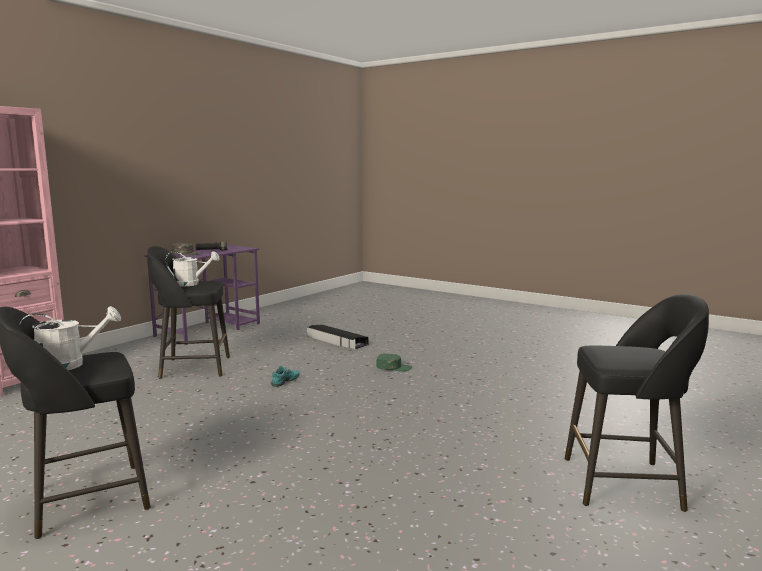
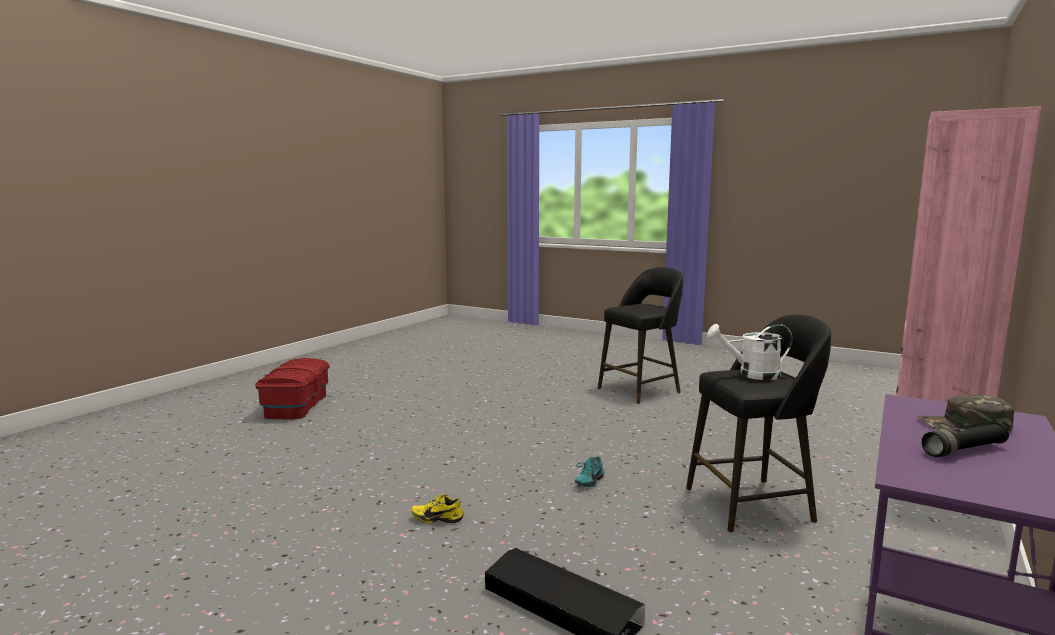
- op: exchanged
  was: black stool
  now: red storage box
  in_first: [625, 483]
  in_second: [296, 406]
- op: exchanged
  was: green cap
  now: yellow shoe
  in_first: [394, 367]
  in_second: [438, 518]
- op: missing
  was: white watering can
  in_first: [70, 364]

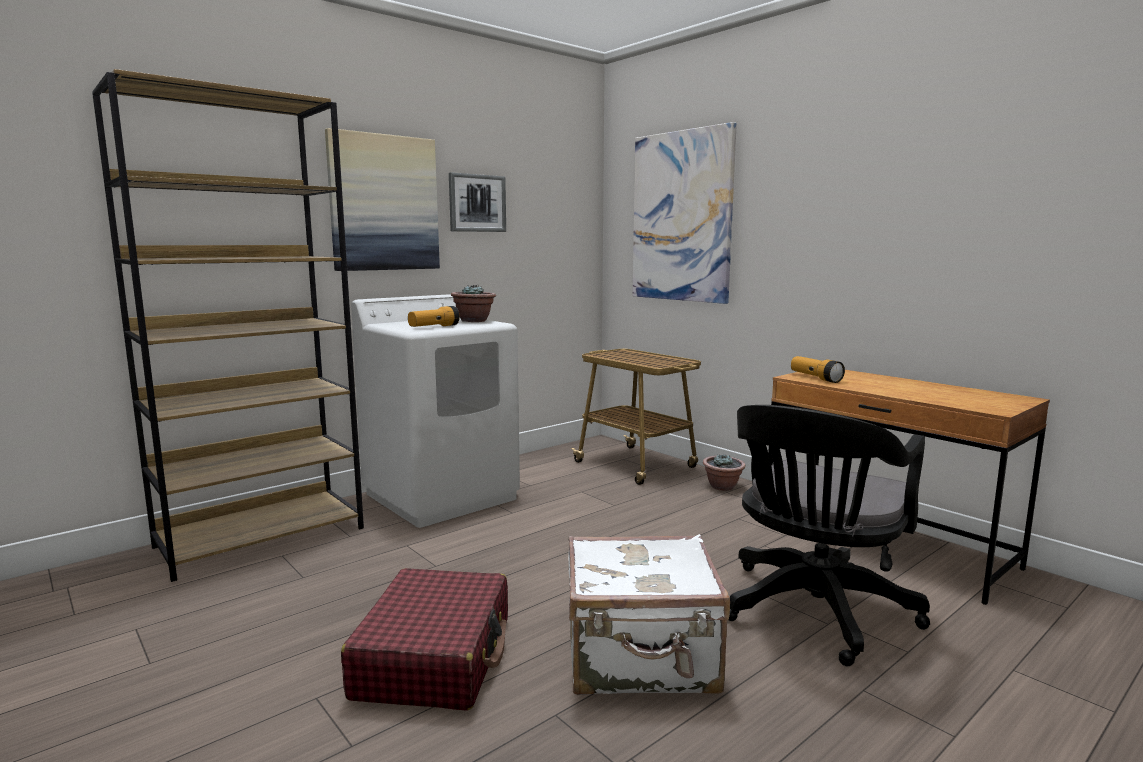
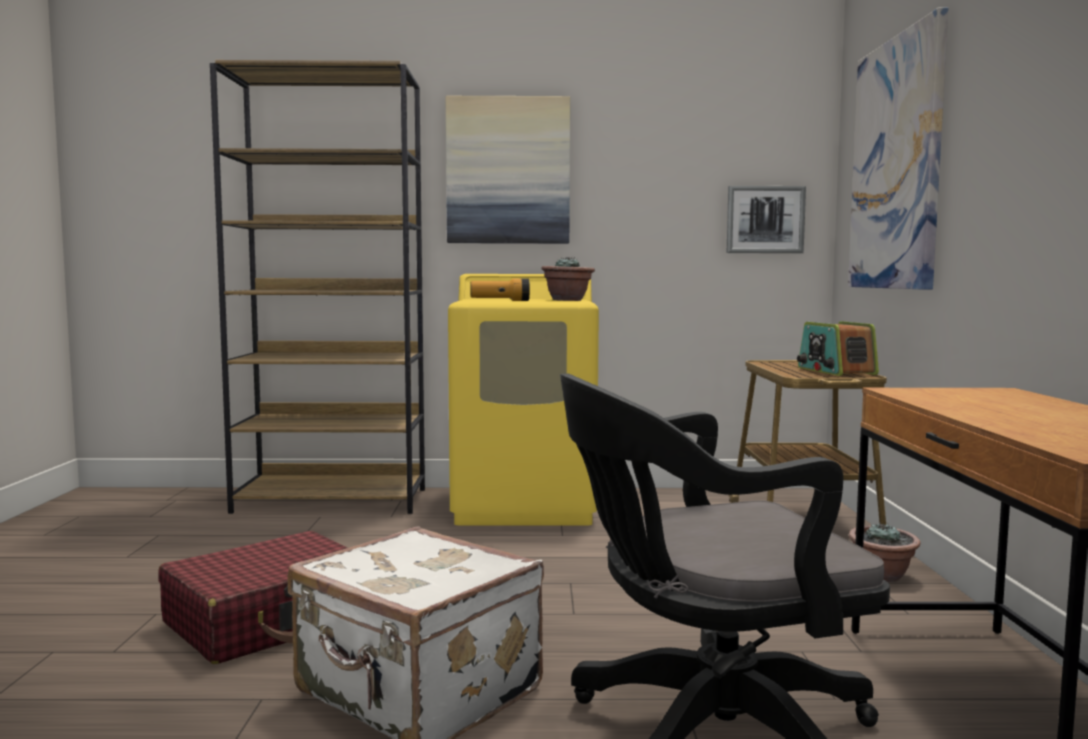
- op: colour
  was: white washing machine
  now: yellow washing machine
  in_first: [442, 496]
  in_second: [525, 505]
- op: relocated
  was: picture
  in_first: [477, 203]
  in_second: [765, 219]
- op: appeared
  now: radio
  in_second: [835, 371]
- op: missing
  was: flashlight
  in_first: [815, 378]

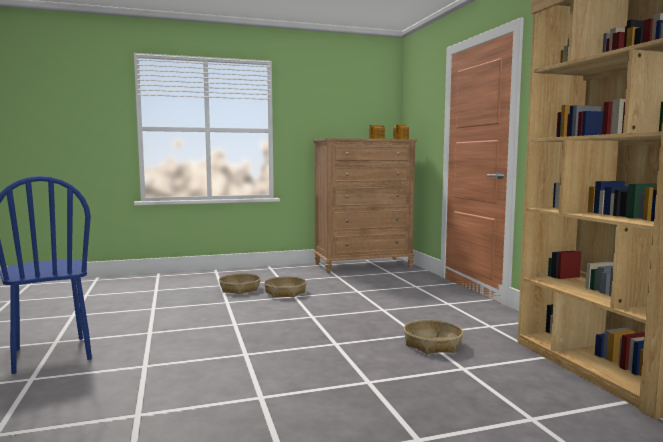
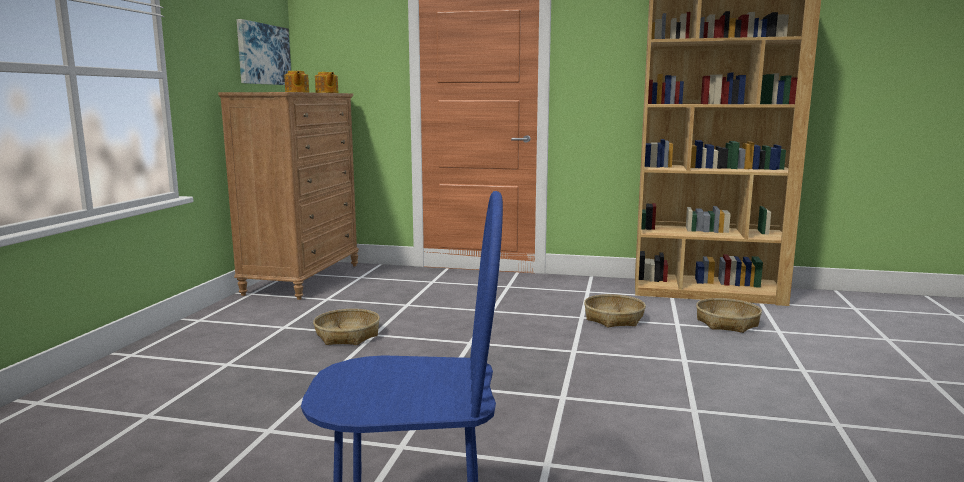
- op: appeared
  now: picture
  in_second: [263, 54]
- op: relocated
  was: basket
  in_first: [240, 289]
  in_second: [727, 323]

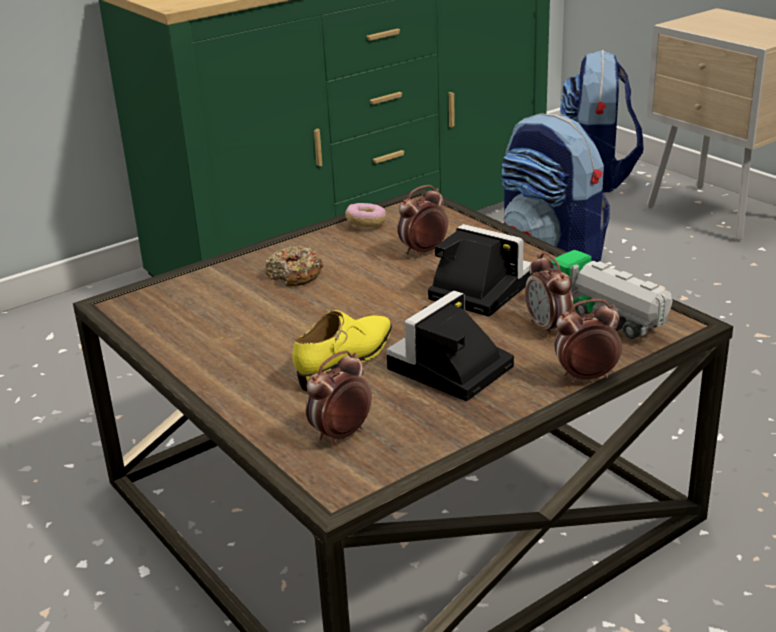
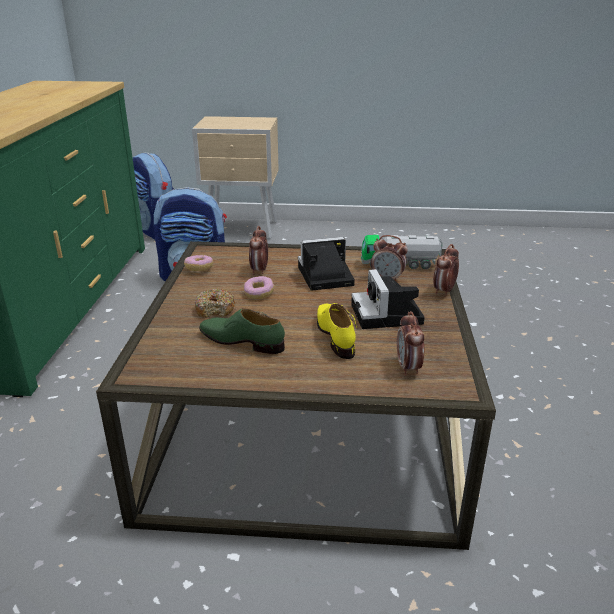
- op: appeared
  now: green shoe
  in_second: [242, 341]
- op: appeared
  now: donut
  in_second: [259, 294]

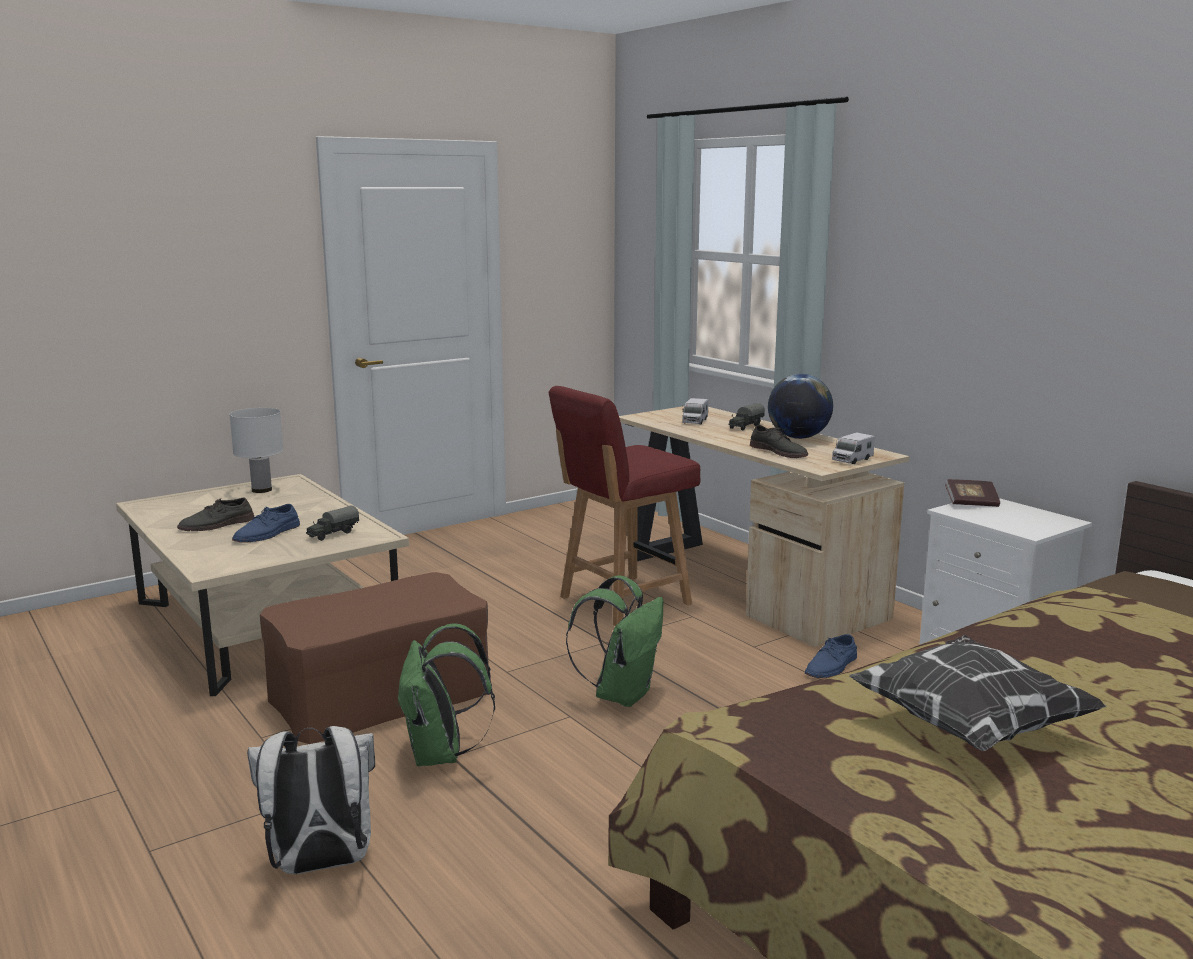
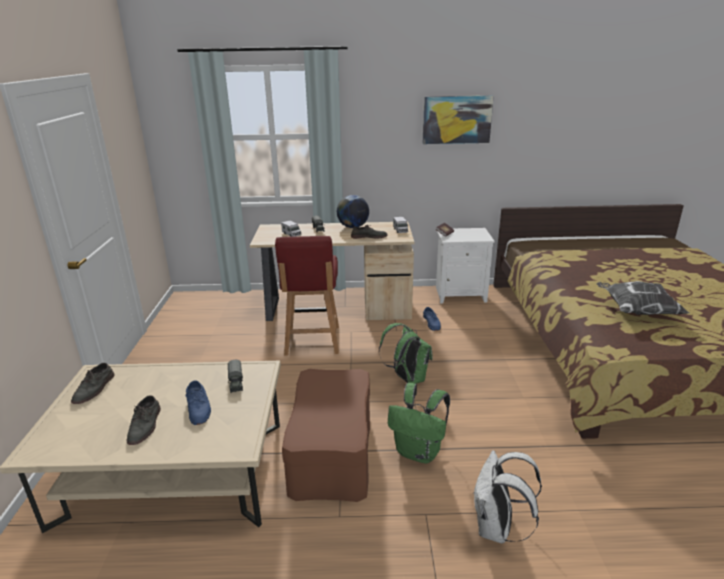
- op: exchanged
  was: white table lamp
  now: grey shoe
  in_first: [262, 490]
  in_second: [94, 389]
- op: appeared
  now: picture
  in_second: [456, 119]

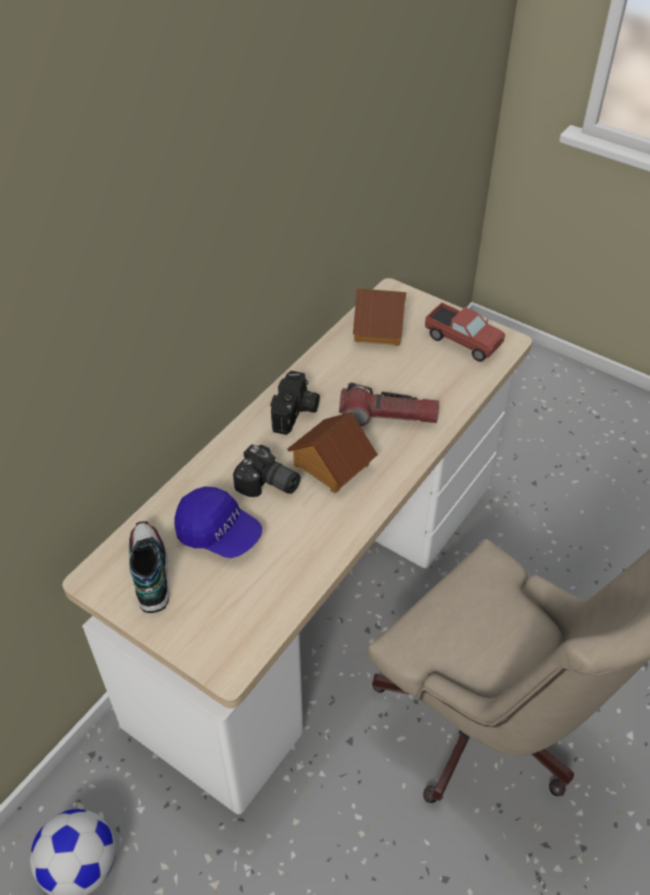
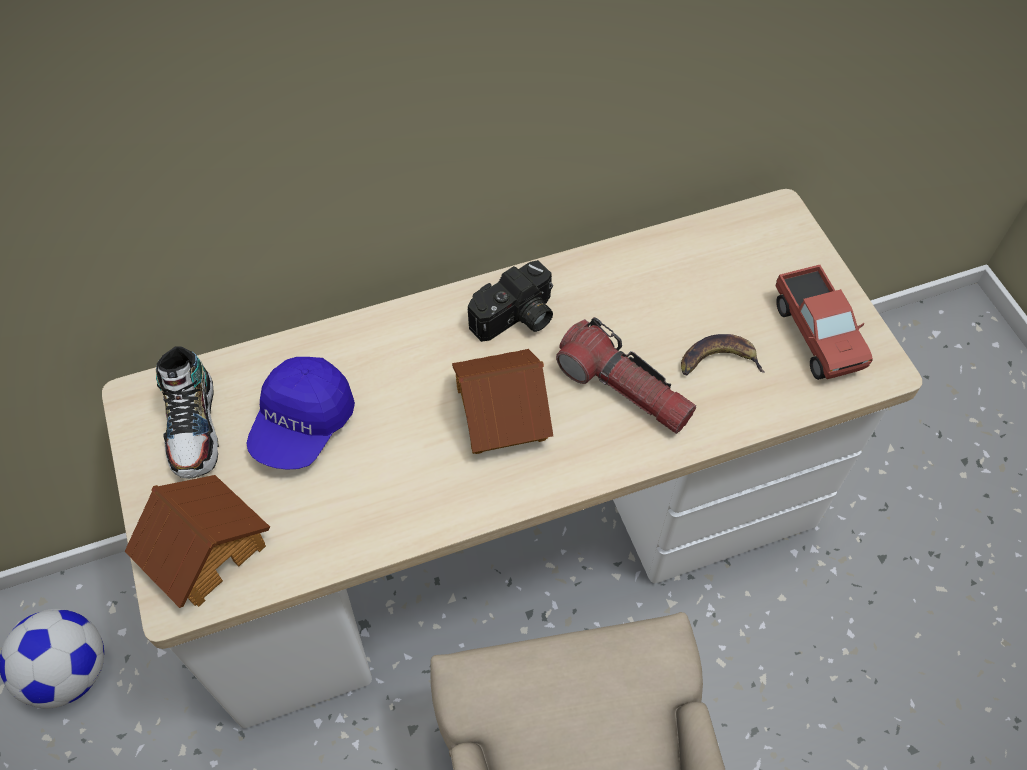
- op: relocated
  was: toy house
  in_first: [378, 327]
  in_second: [205, 548]
- op: spun
  was: shoe
  in_first: [149, 573]
  in_second: [195, 427]
  clockwise: 150
- op: spun
  was: blue cap
  in_first: [219, 533]
  in_second: [303, 424]
  clockwise: 45
- op: appeared
  now: banana
  in_second: [718, 361]
- op: missing
  was: photo camera
  in_first: [268, 485]

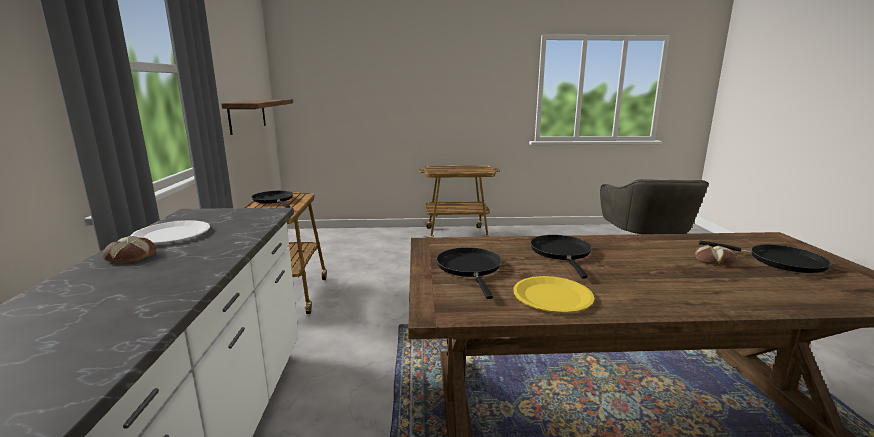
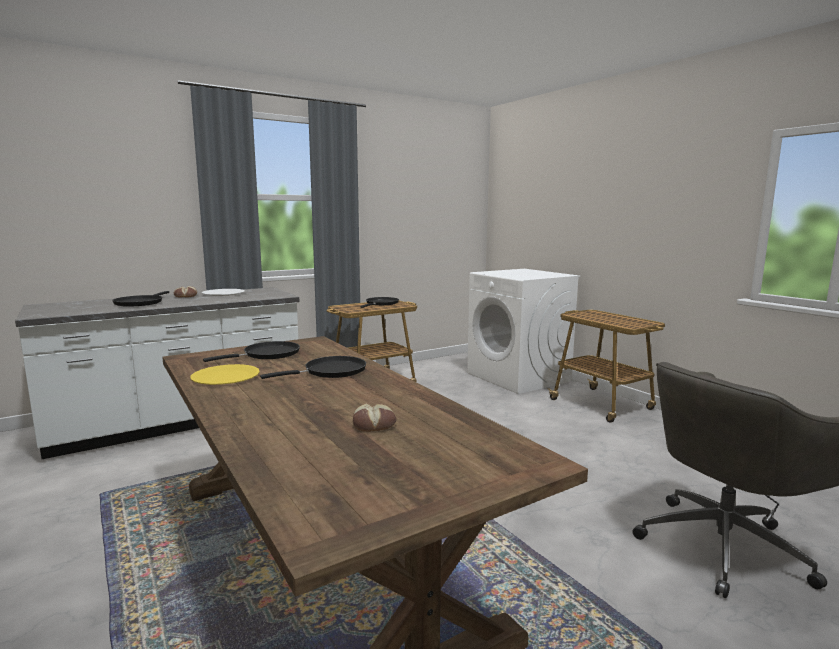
- op: relocated
  was: black frying pan
  in_first: [780, 261]
  in_second: [140, 303]
- op: appeared
  now: white washing machine
  in_second: [518, 377]
- op: missing
  was: shelf
  in_first: [247, 115]

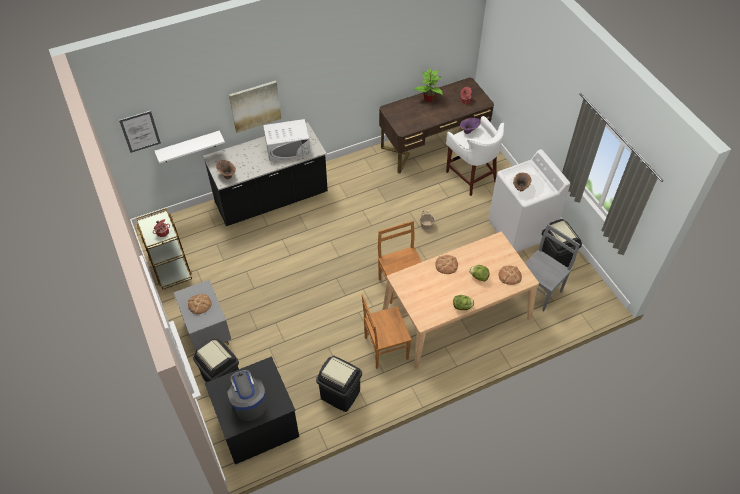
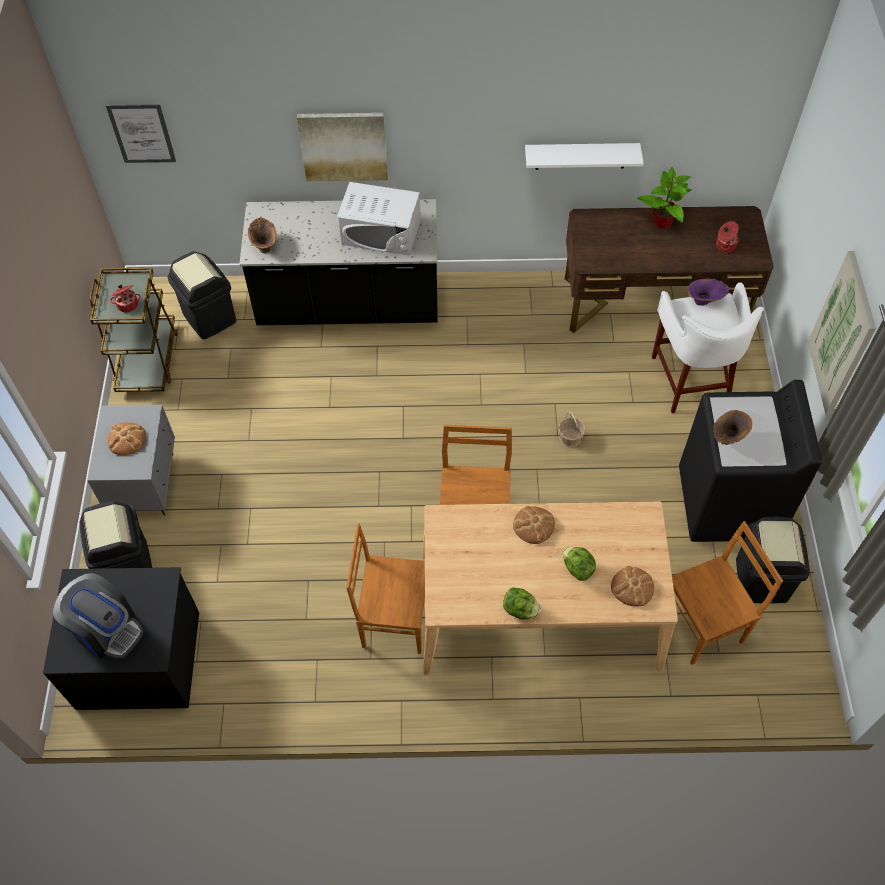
- op: spun
  was: coffee machine
  in_first: [248, 402]
  in_second: [106, 629]
  clockwise: 120
- op: relocated
  was: black trash can
  in_first: [340, 395]
  in_second: [209, 318]
- op: relocated
  was: white shelf
  in_first: [189, 147]
  in_second: [581, 156]
- op: colour
  was: grey chair
  now: brown chair
  in_first: [539, 290]
  in_second: [703, 624]
- op: colour
  was: white washing machine
  now: black washing machine
  in_first: [520, 229]
  in_second: [728, 504]
- op: appeared
  now: picture
  in_second: [842, 335]

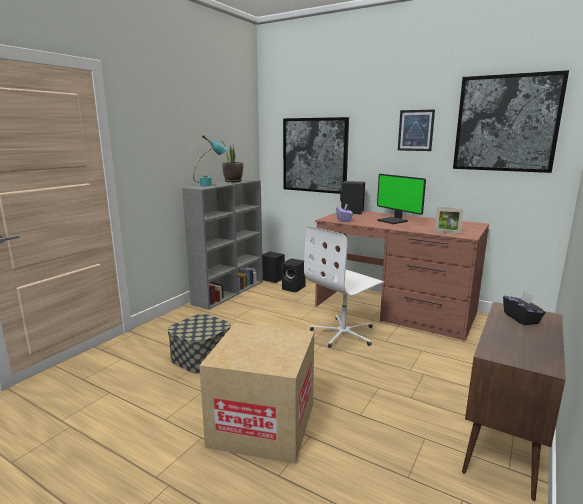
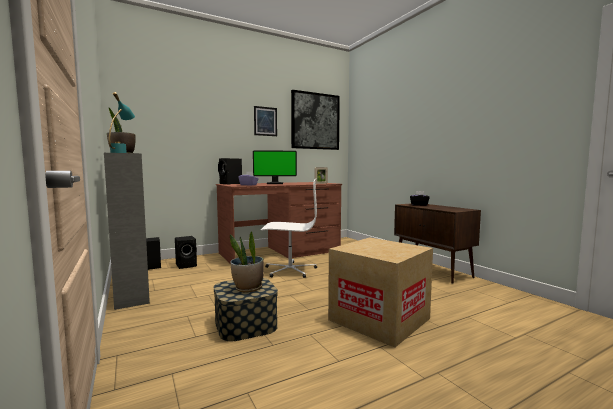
- op: appeared
  now: potted plant
  in_second: [248, 288]
- op: spun
  was: white office chair
  in_first: [344, 333]
  in_second: [290, 270]
  clockwise: -75
- op: missing
  was: picture
  in_first: [315, 155]

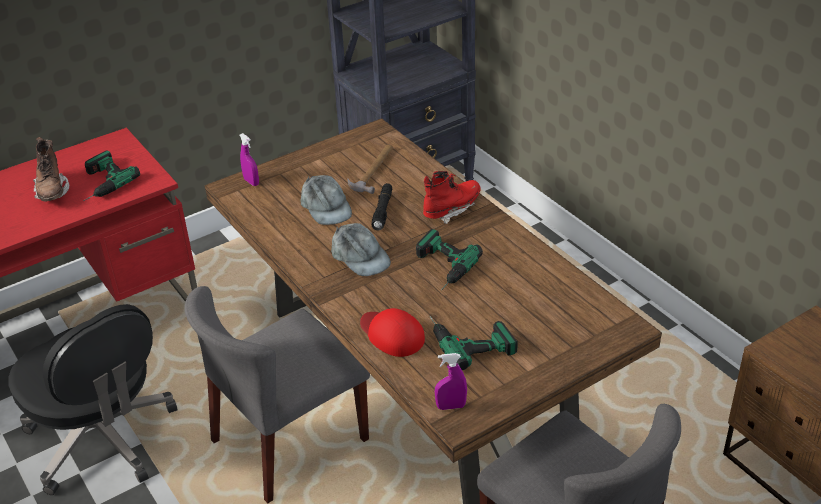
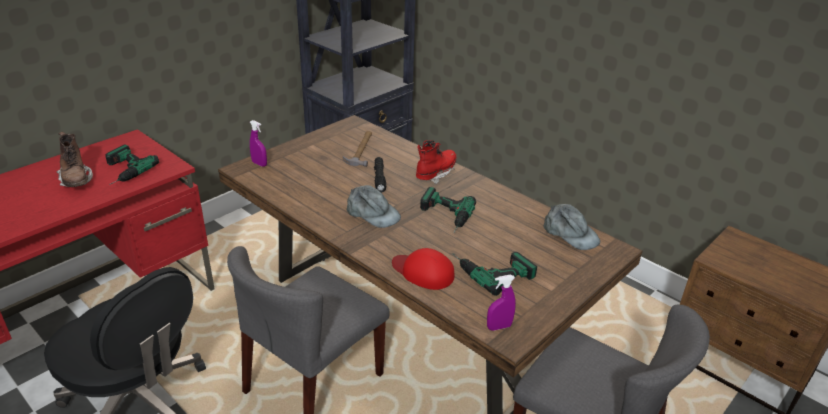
- op: relocated
  was: grey cap
  in_first: [326, 207]
  in_second: [570, 233]

